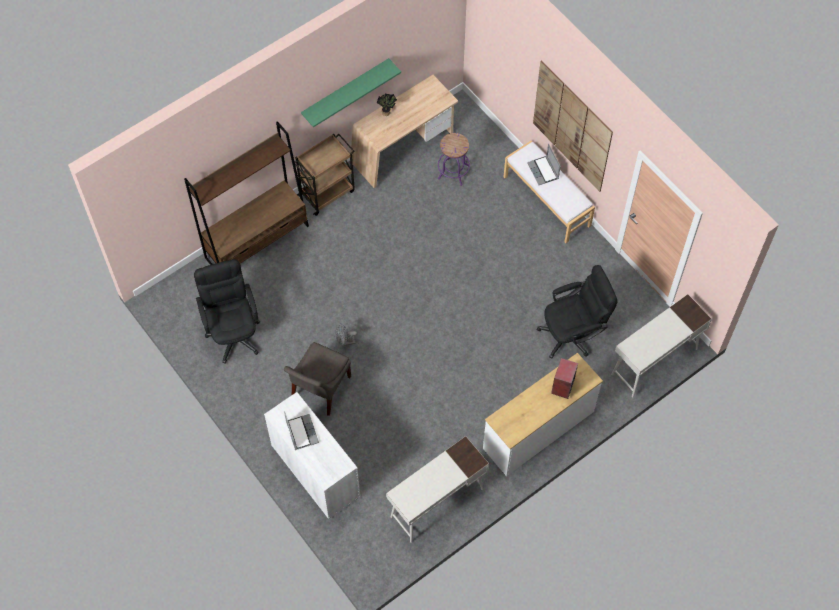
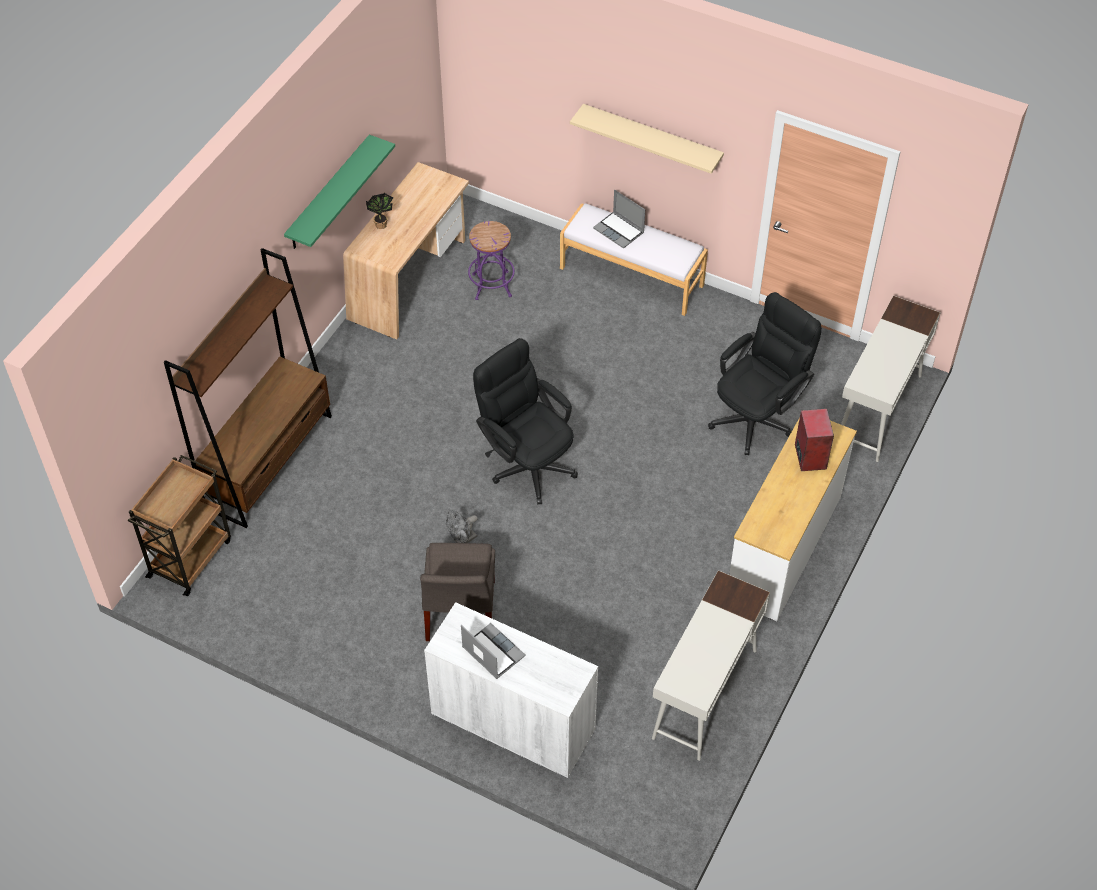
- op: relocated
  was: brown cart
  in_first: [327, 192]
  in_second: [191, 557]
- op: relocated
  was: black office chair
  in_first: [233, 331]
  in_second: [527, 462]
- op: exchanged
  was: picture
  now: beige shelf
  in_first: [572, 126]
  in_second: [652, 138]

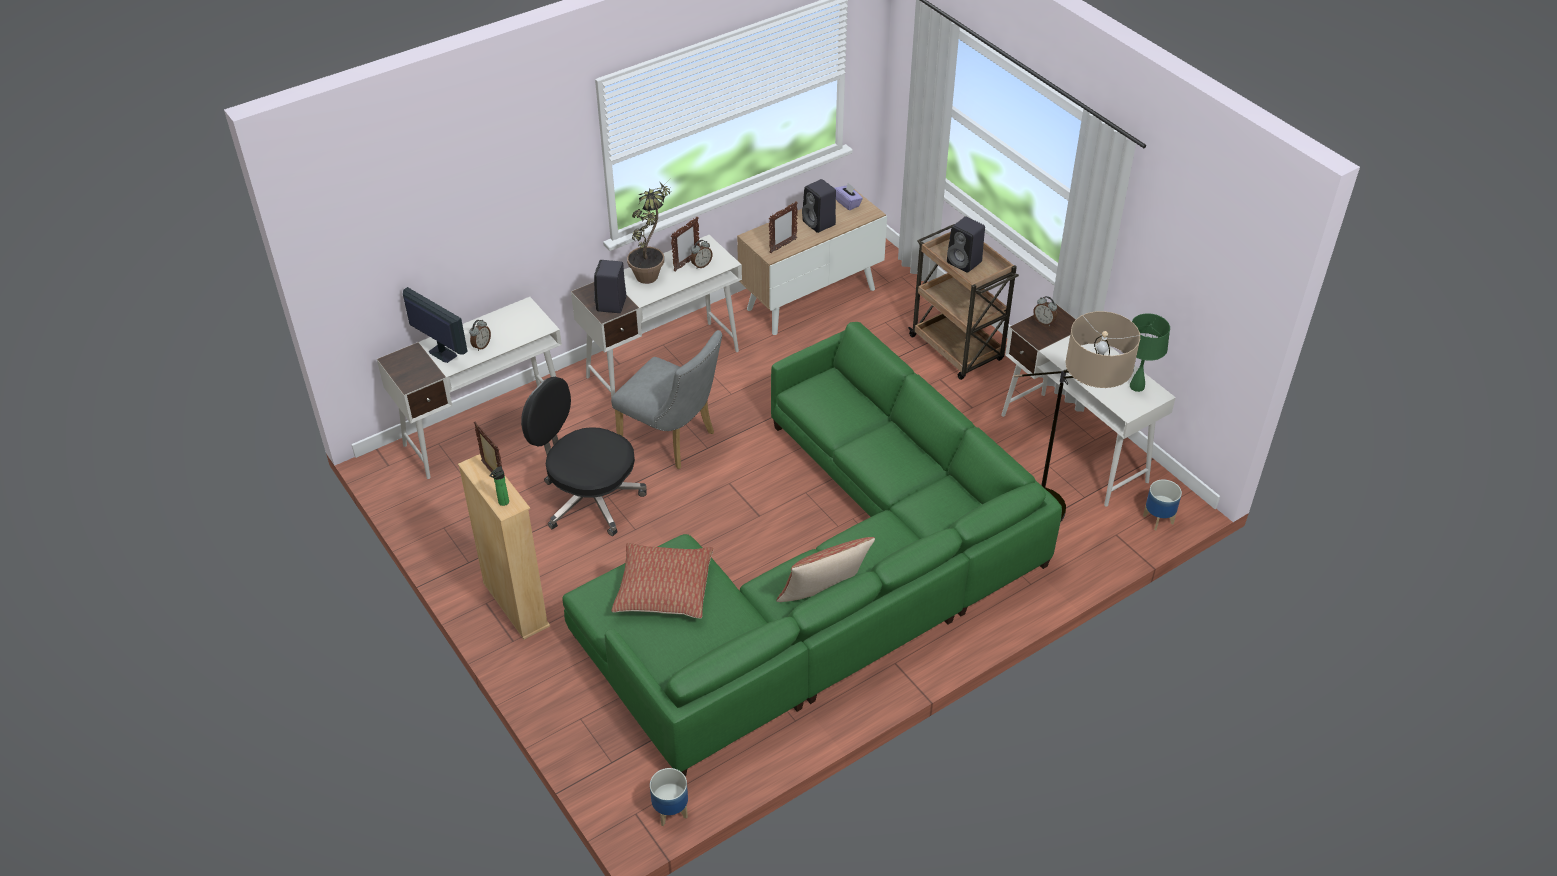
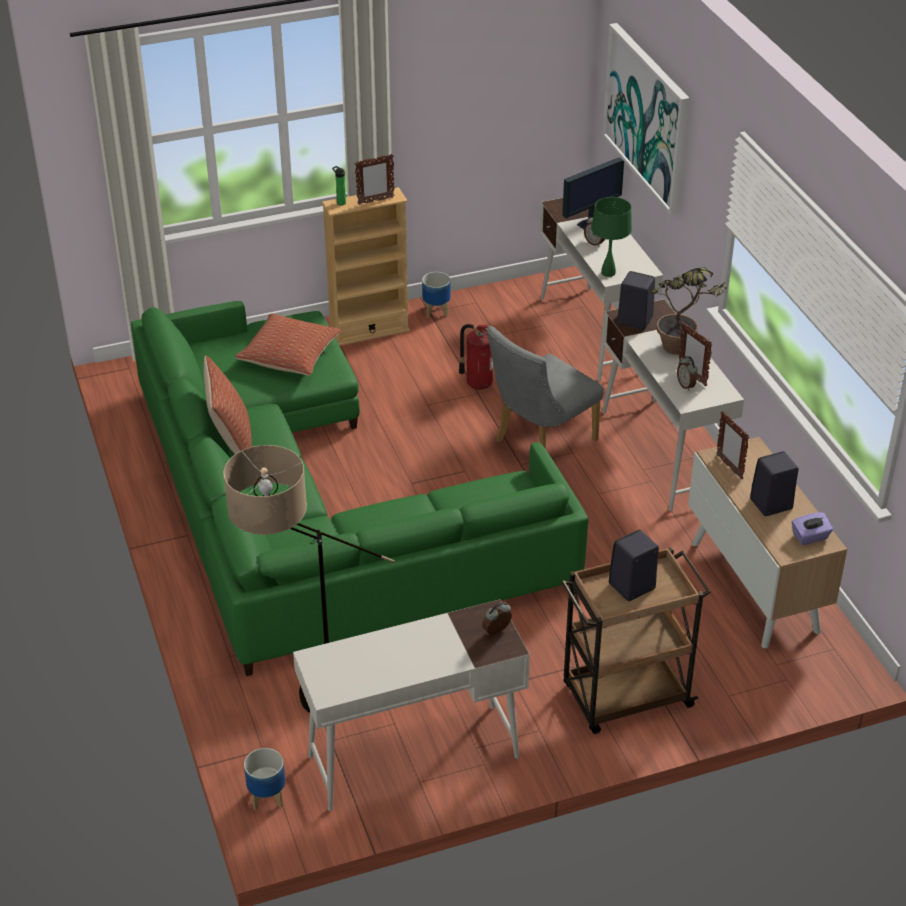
- op: relocated
  was: planter
  in_first: [670, 811]
  in_second: [436, 311]
- op: exchanged
  was: black office chair
  now: fire extinguisher
  in_first: [589, 499]
  in_second: [478, 382]
- op: relocated
  was: green table lamp
  in_first: [1137, 386]
  in_second: [608, 272]
- op: appeared
  now: picture
  in_second: [647, 117]

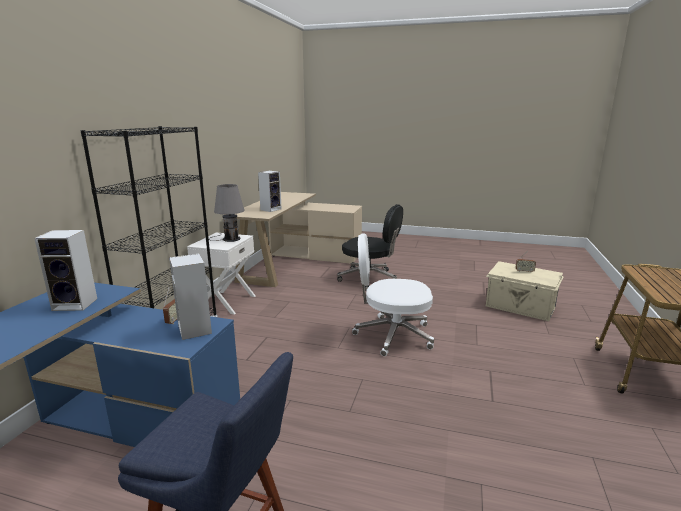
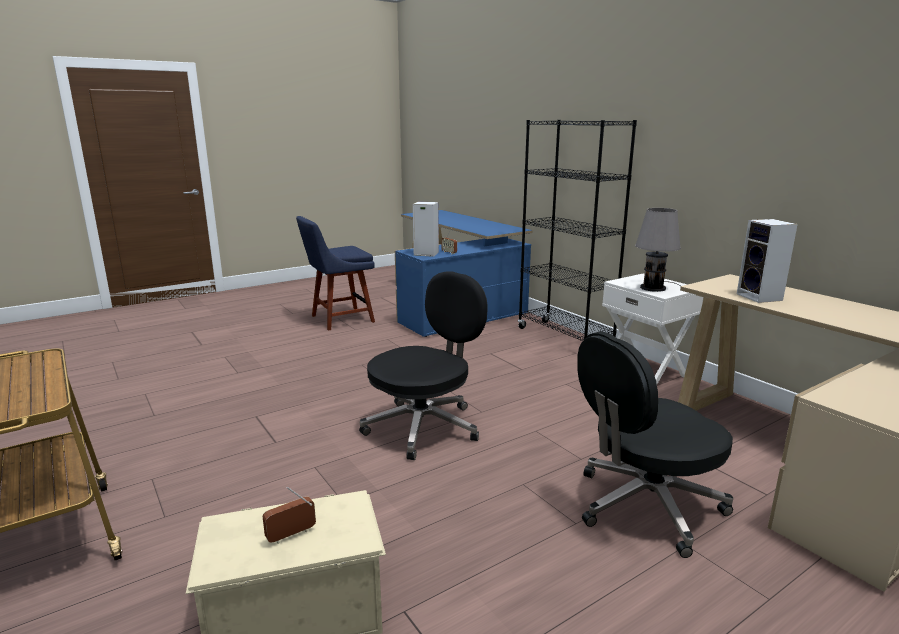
- op: colour
  was: white office chair
  now: black office chair
  in_first: [392, 335]
  in_second: [424, 427]
- op: missing
  was: speaker
  in_first: [77, 304]

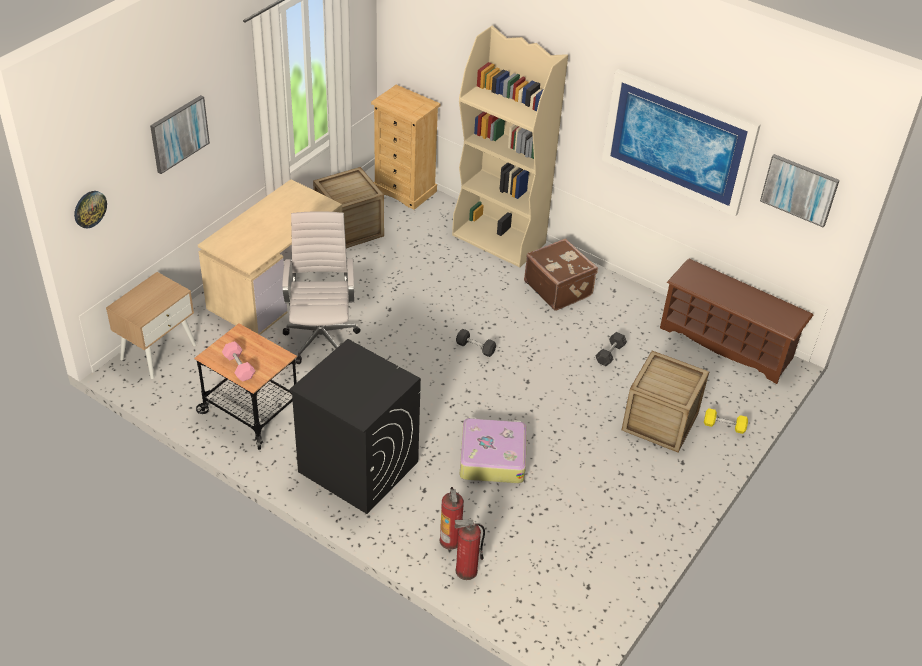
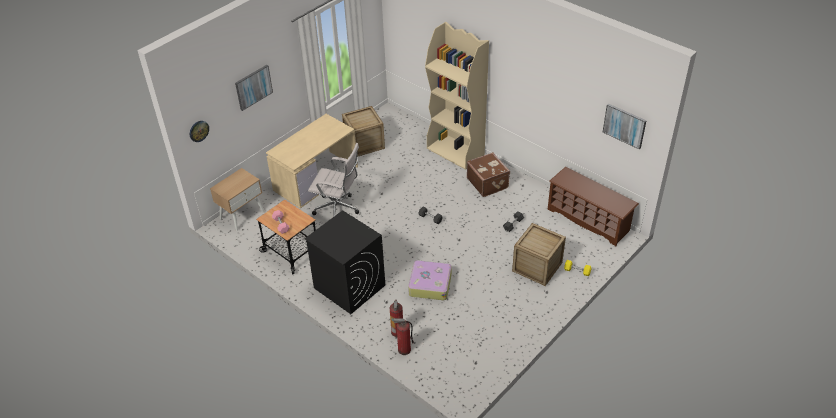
- op: spun
  was: white office chair
  in_first: [321, 338]
  in_second: [338, 209]
  clockwise: 105
- op: missing
  was: beige dresser
  in_first: [405, 190]
- op: missing
  was: picture
  in_first: [678, 141]

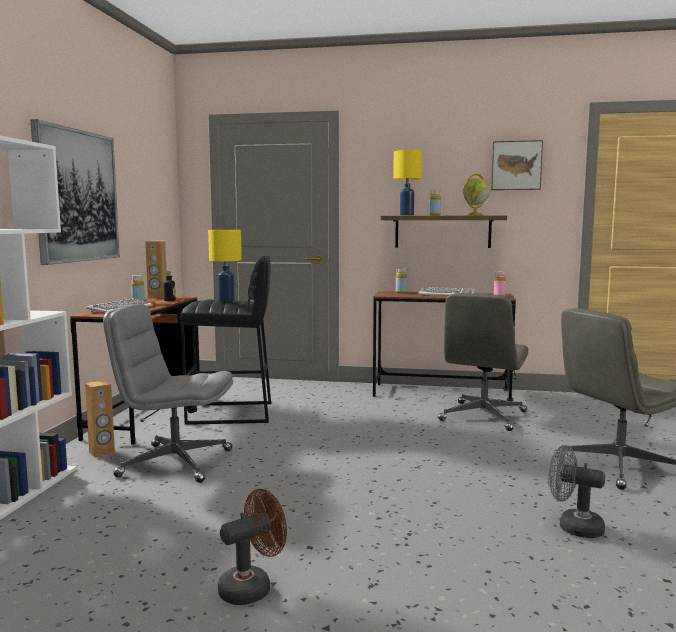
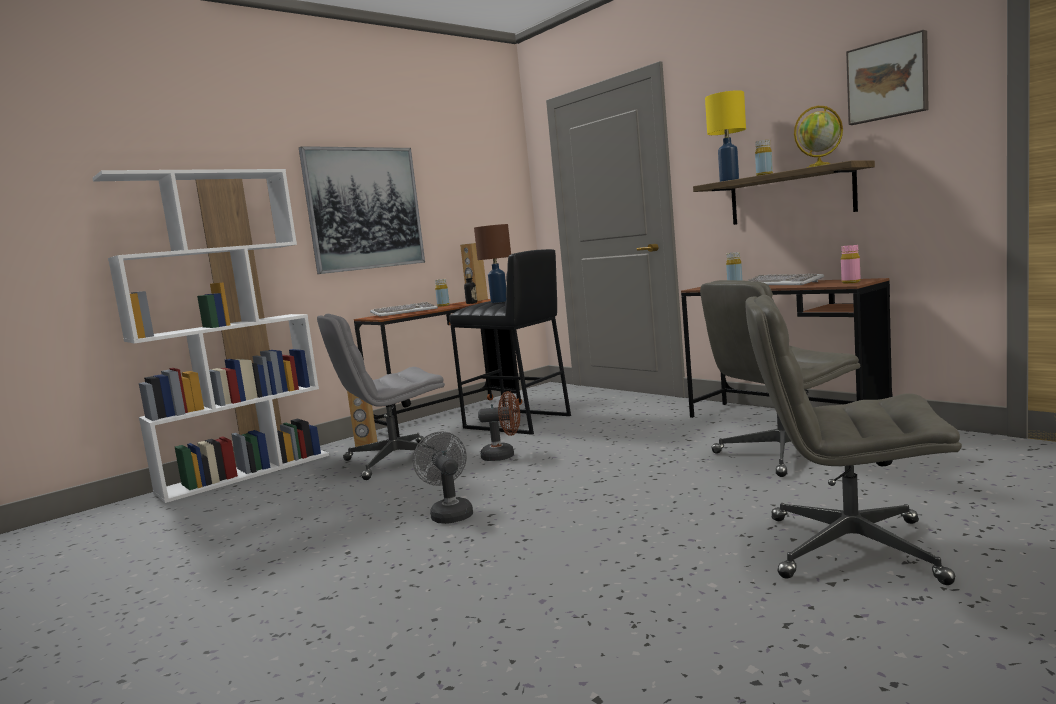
- op: spun
  was: grey office chair
  in_first: [174, 463]
  in_second: [394, 461]
  clockwise: -75
- op: relocated
  was: grey fan
  in_first: [573, 527]
  in_second: [449, 513]
- op: colour
  was: yellow table lamp
  now: brown table lamp
  in_first: [226, 301]
  in_second: [499, 301]
- op: relocated
  was: brown fan
  in_first: [252, 587]
  in_second: [504, 456]

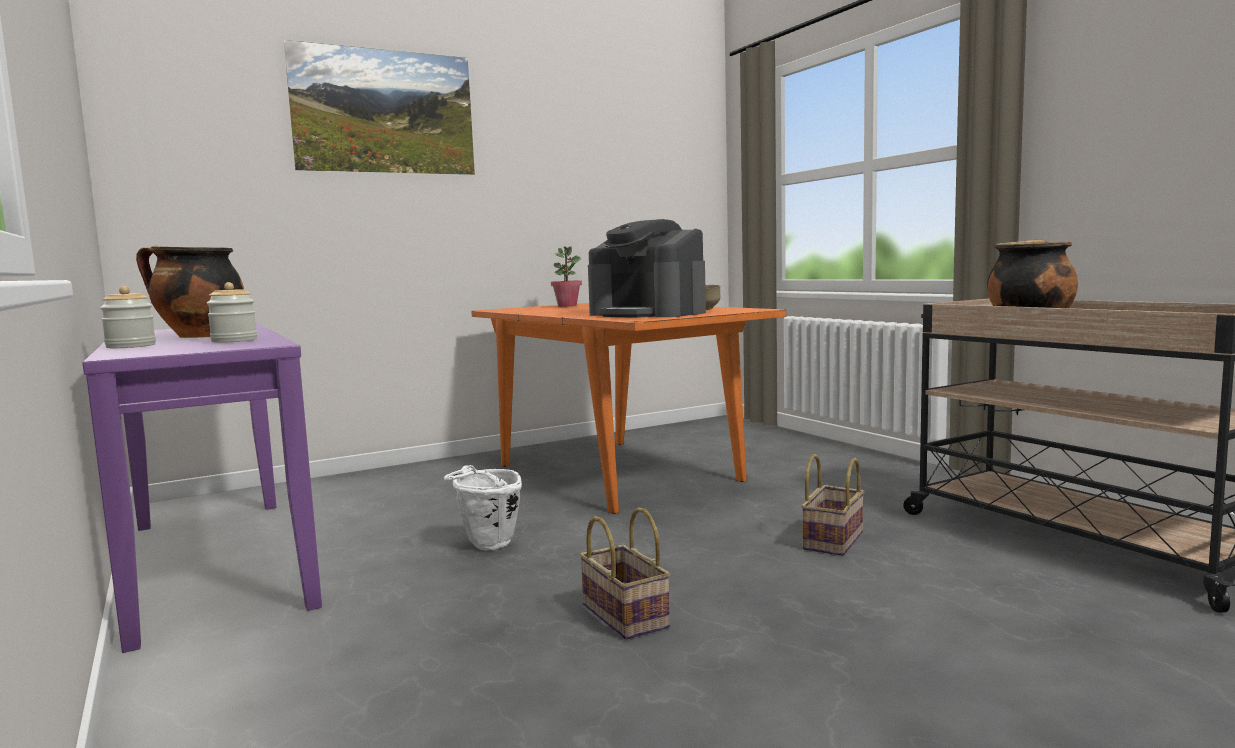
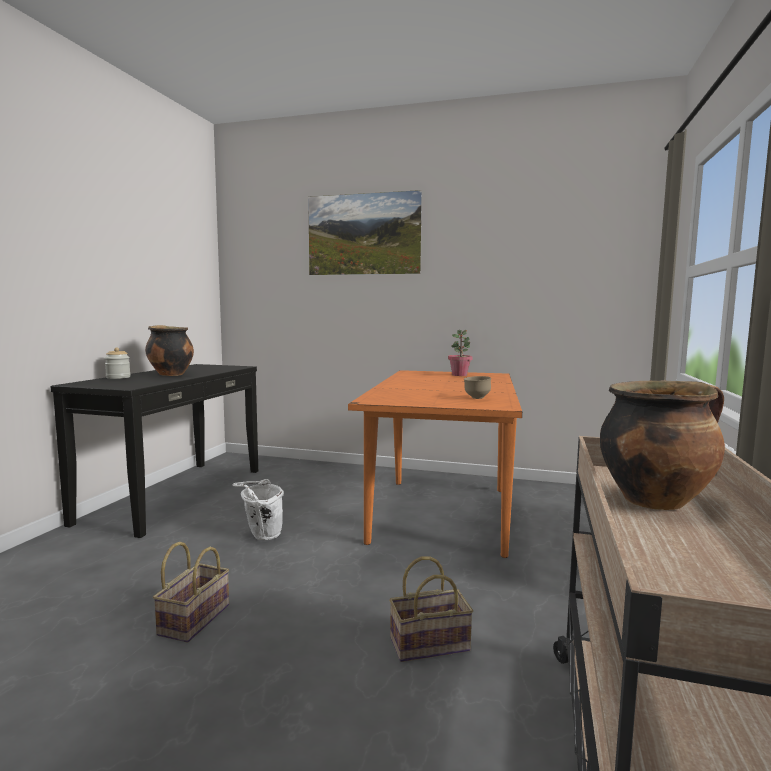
- op: colour
  was: purple console table
  now: black console table
  in_first: [215, 562]
  in_second: [175, 494]
- op: missing
  was: jar
  in_first: [234, 340]
- op: missing
  was: coffee machine
  in_first: [648, 314]

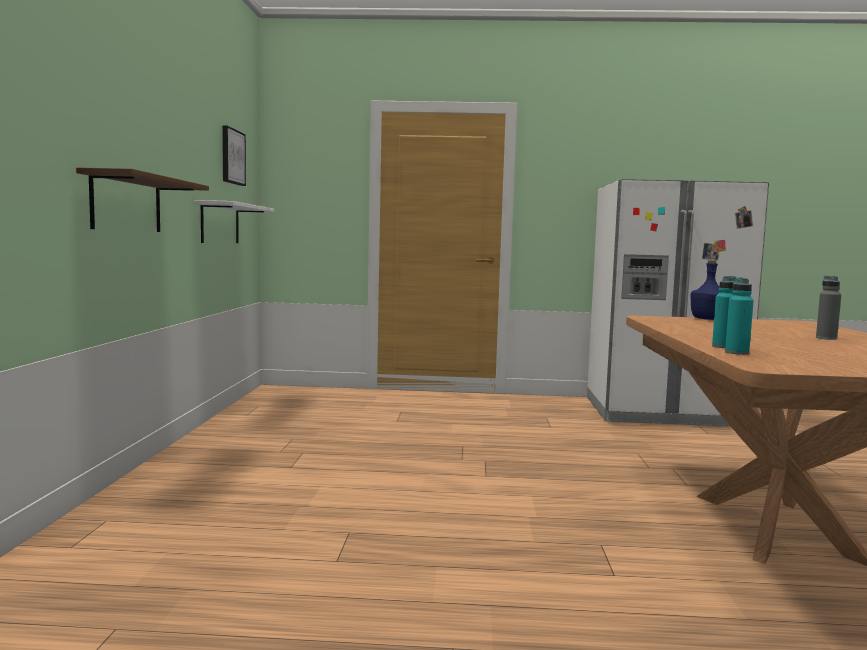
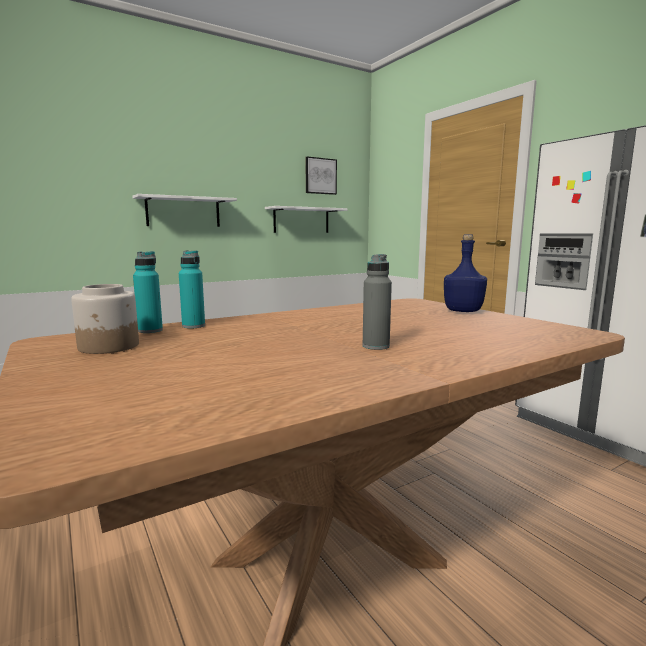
- op: appeared
  now: jar
  in_second: [109, 346]
- op: colour
  was: brown shelf
  now: white shelf
  in_first: [127, 204]
  in_second: [183, 212]

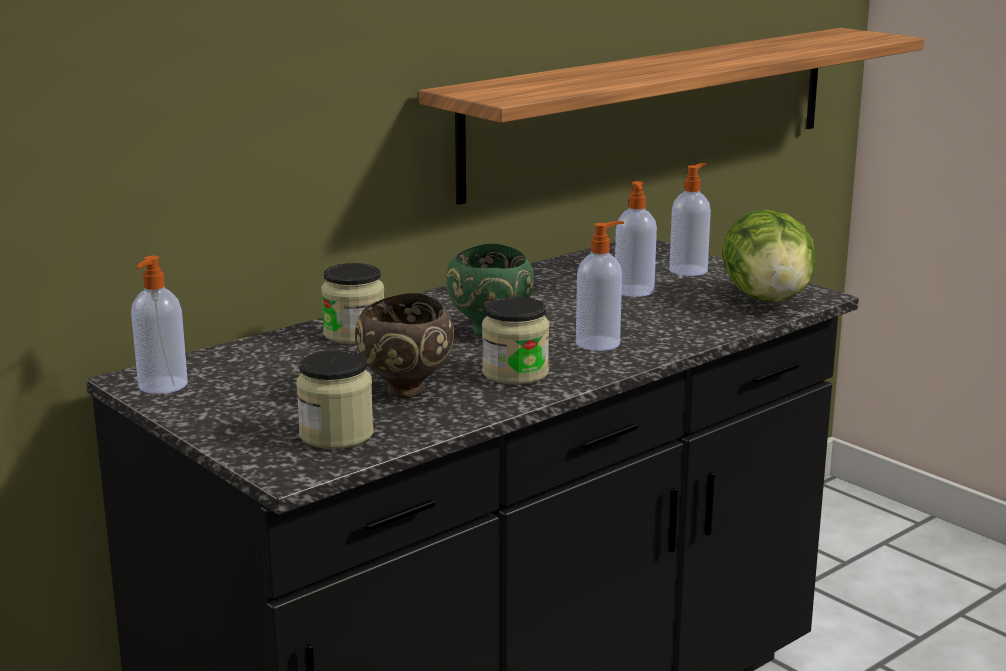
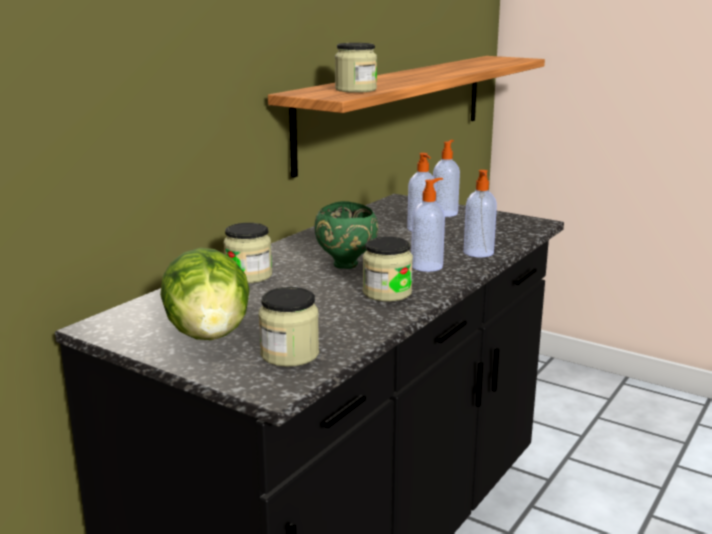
- op: relocated
  was: lettuce
  in_first: [767, 299]
  in_second: [209, 335]
- op: appeared
  now: jar
  in_second: [355, 90]
- op: relocated
  was: soap dispenser
  in_first: [162, 386]
  in_second: [478, 253]
- op: missing
  was: brown bowl
  in_first: [405, 392]

